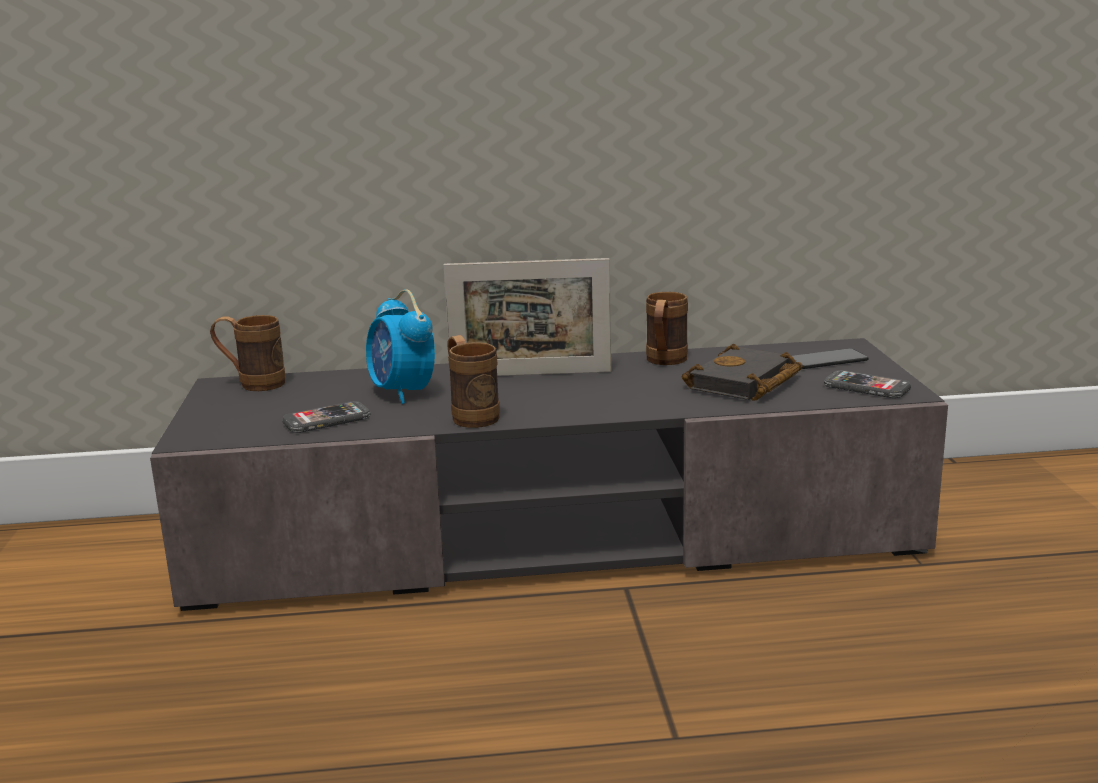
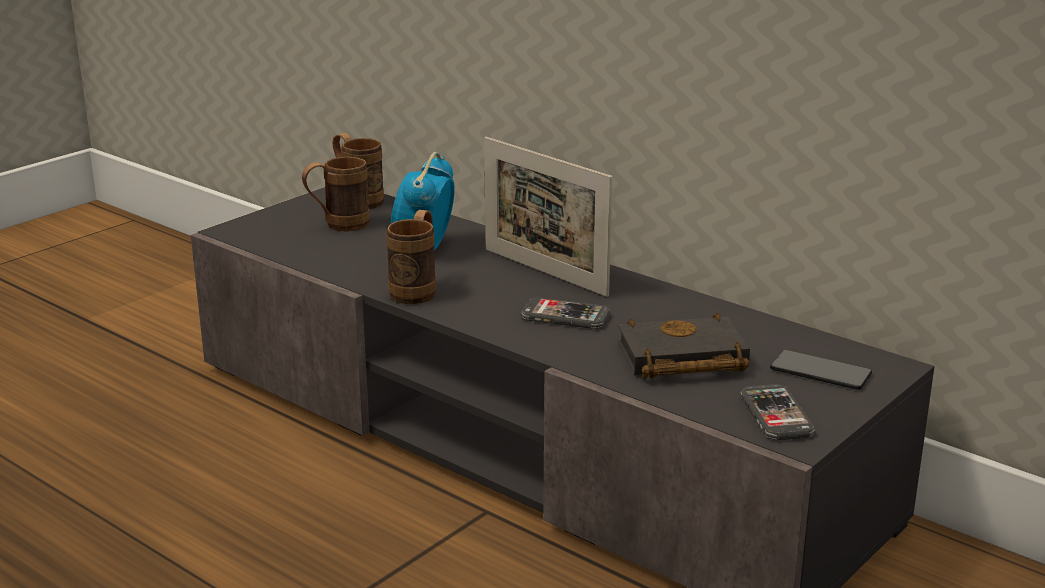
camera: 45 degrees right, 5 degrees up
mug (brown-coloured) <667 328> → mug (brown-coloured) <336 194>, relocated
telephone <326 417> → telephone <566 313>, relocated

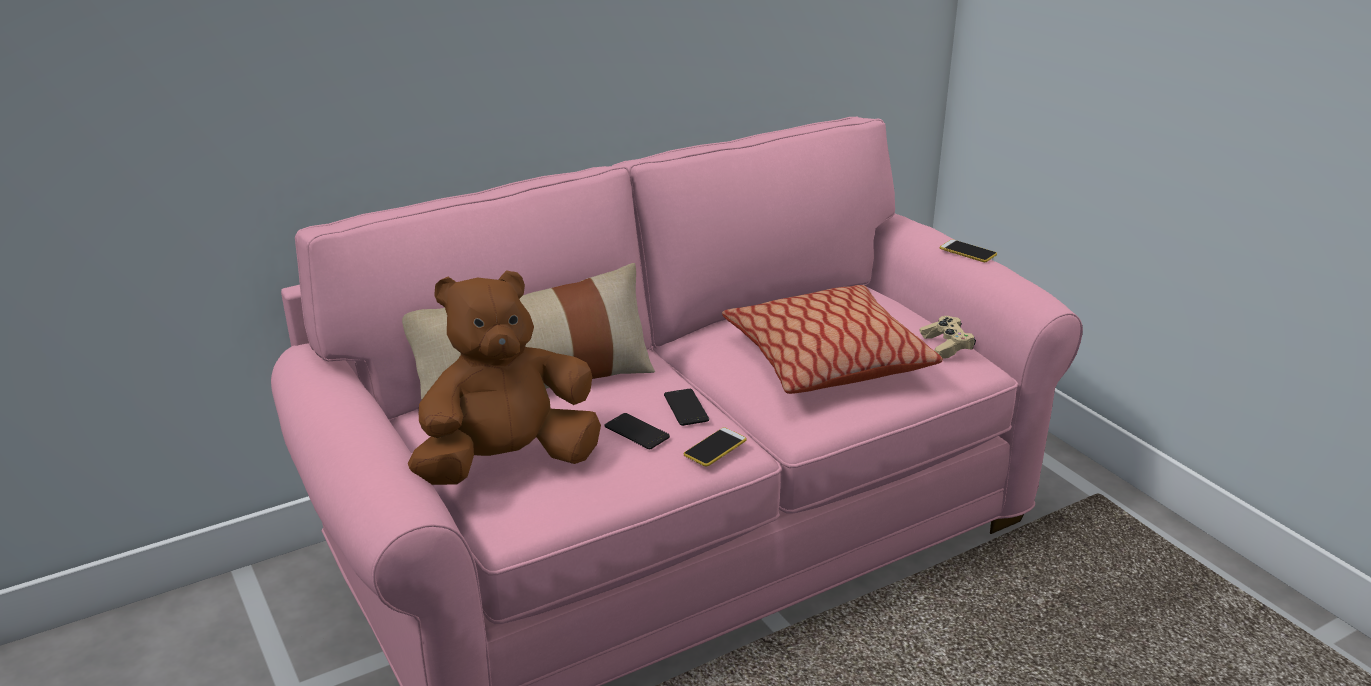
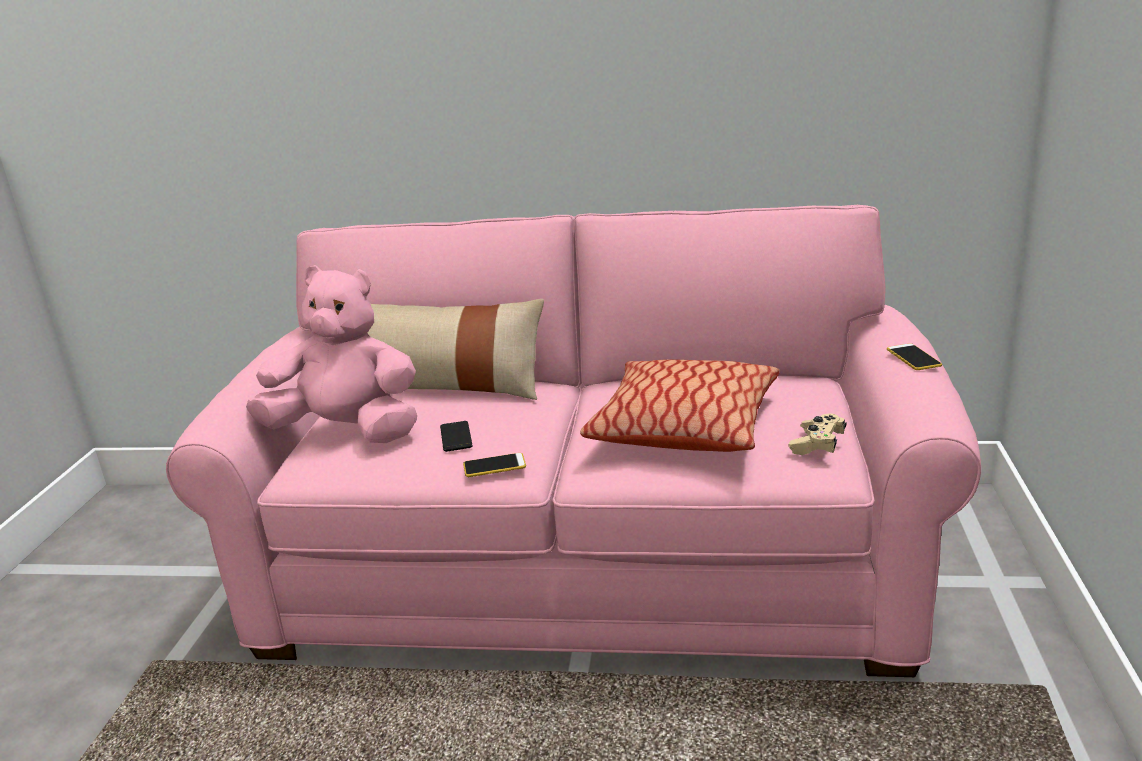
camera: 40 degrees right, 5 degrees down
soft toy (brown-coloured) <504 377> → soft toy (pink) <331 354>
telephone <686 407> → -

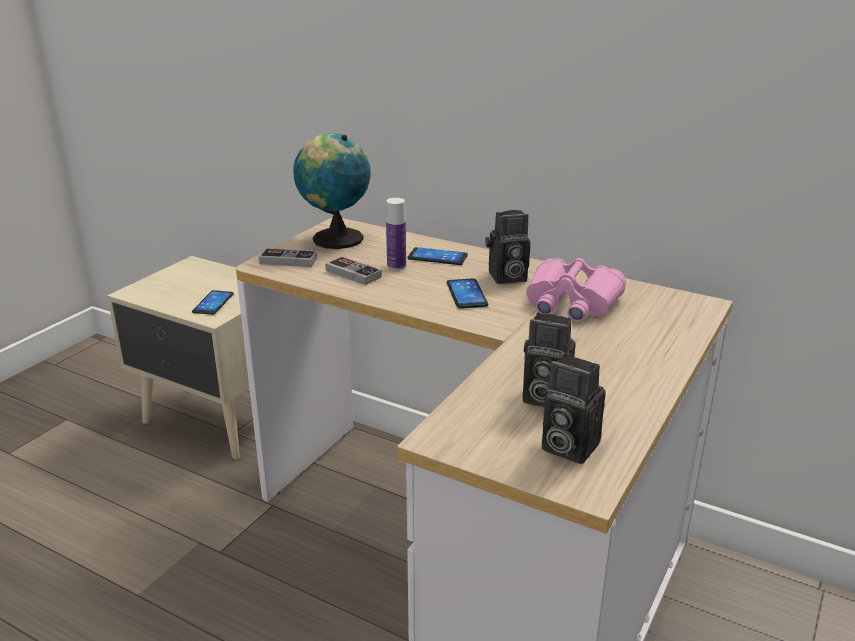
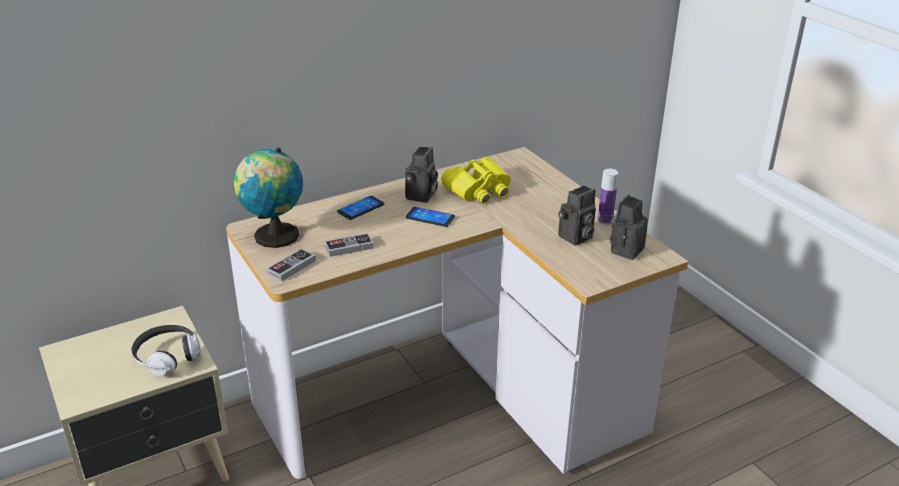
camera: 60 degrees left, 5 degrees up
drink bottle <396 234> → drink bottle <608 197>, relocated
binoculars (pink) <576 290> → binoculars (yellow-coloured) <476 180>
telephone <213 302> → headphones <166 351>
still camera <574 409> → still camera <628 227>, 150 degrees clockwise

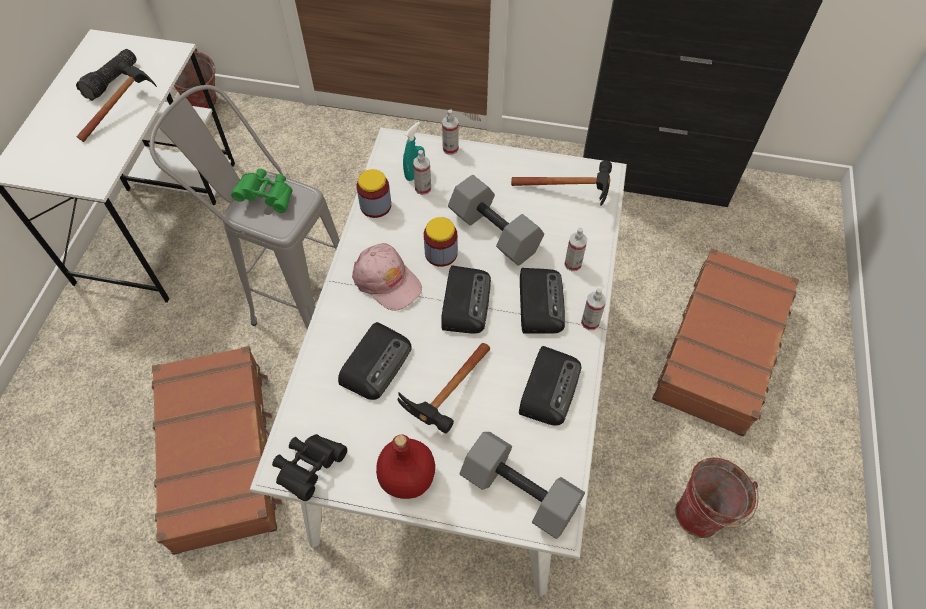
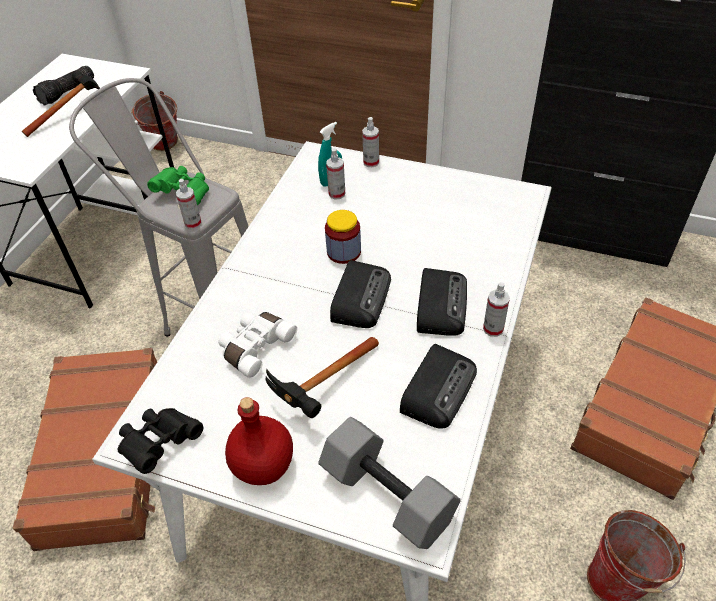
camera: 10 degrees right, 10 degrees down
tool hammer <561 183> → -
jar <374 193> → -
free weight (greyish) <496 220> → -
hand sprayer <576 249> → hand sprayer <189 204>, relocated
peaked cap (pink) <387 277> → -
radio receiver <375 361> → binoculars (white-coloured) <257 345>

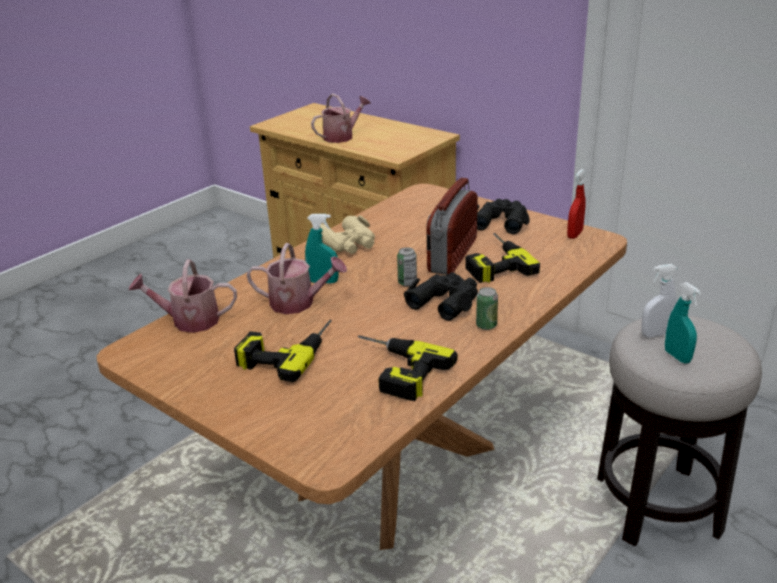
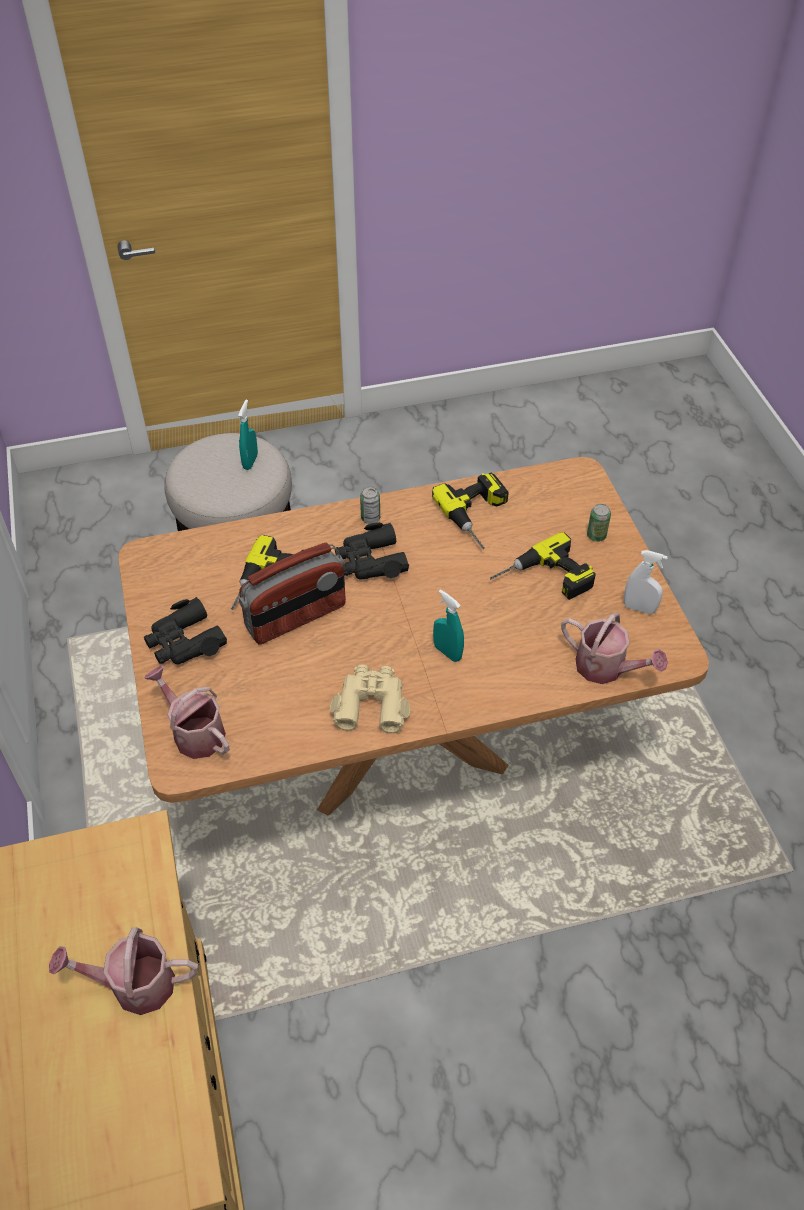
camera: 145 degrees left, 20 degrees up
hand sprayer (reddish) <576 204> → -
watering can <296 278> → watering can <187 712>, relocated
sealed can <407 267> → sealed can <599 523>, relocated
hand sprayer (white-coloured) <659 301> → hand sprayer (white-coloured) <646 582>, relocated

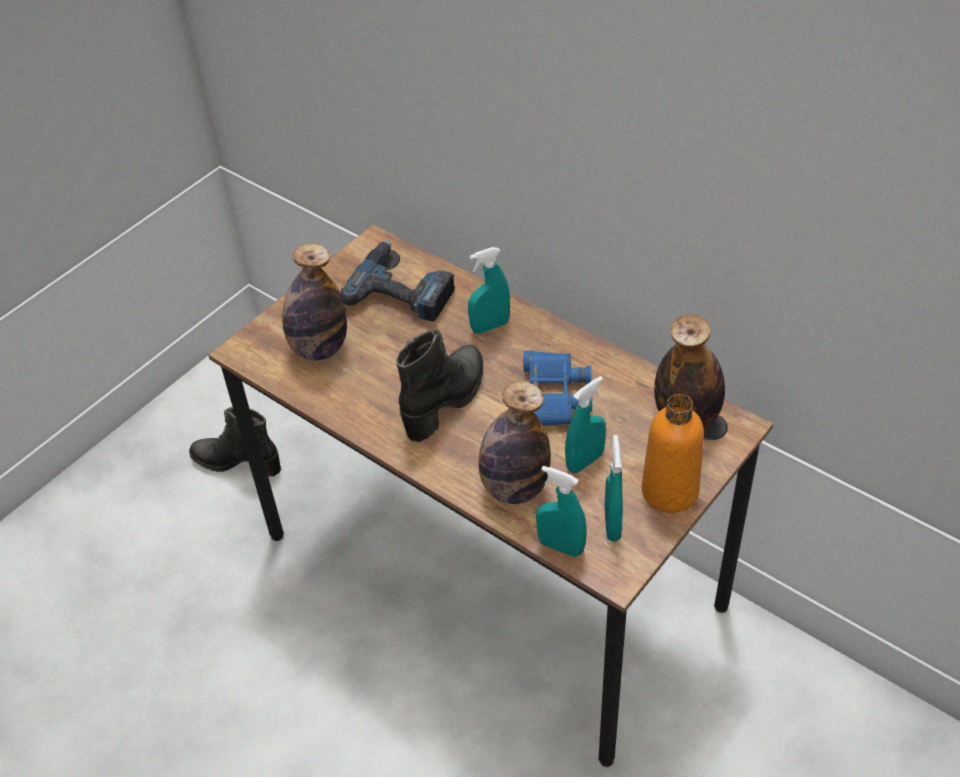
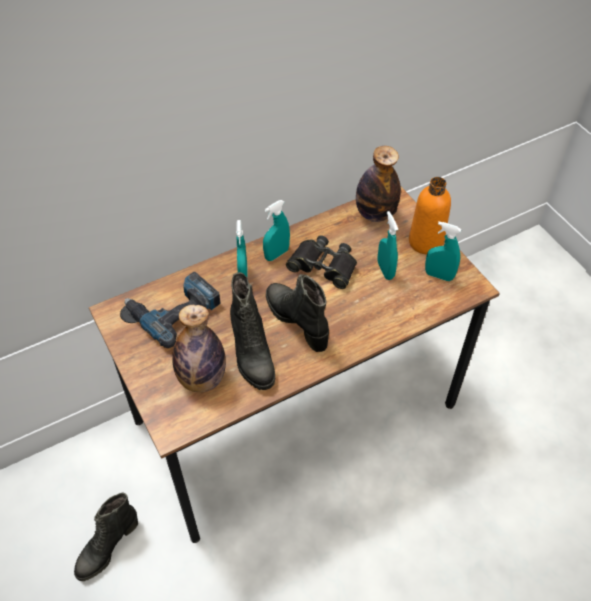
camera: 70 degrees left, 5 degrees up
binoculars (blue-coloured) <557 388> → binoculars (black) <321 262>
drink bottle <514 442> → -
hand sprayer (blue-green) <561 511> → hand sprayer (blue-green) <276 230>, relocated
- → high-top boot (black) <252 331>

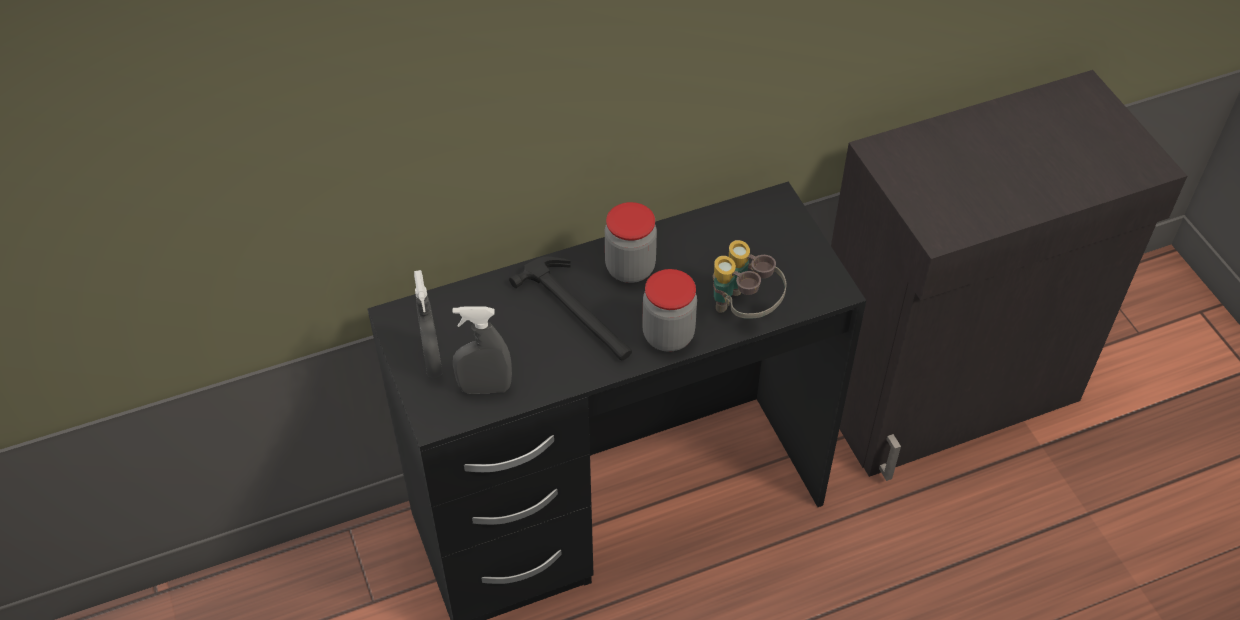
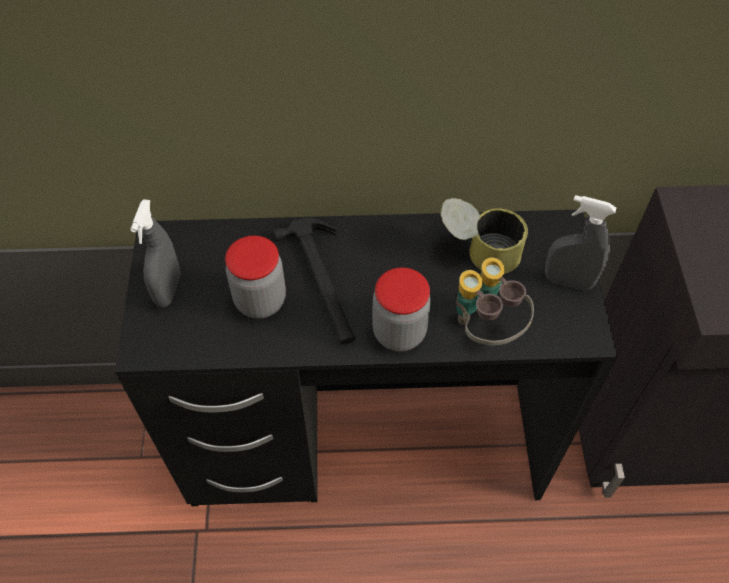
camera: 20 degrees right, 5 degrees up
jar <631 242> → jar <255 277>, relocated
hand sprayer (greyish) <482 350> → hand sprayer (greyish) <580 243>, relocated
- → sealed can <484 236>

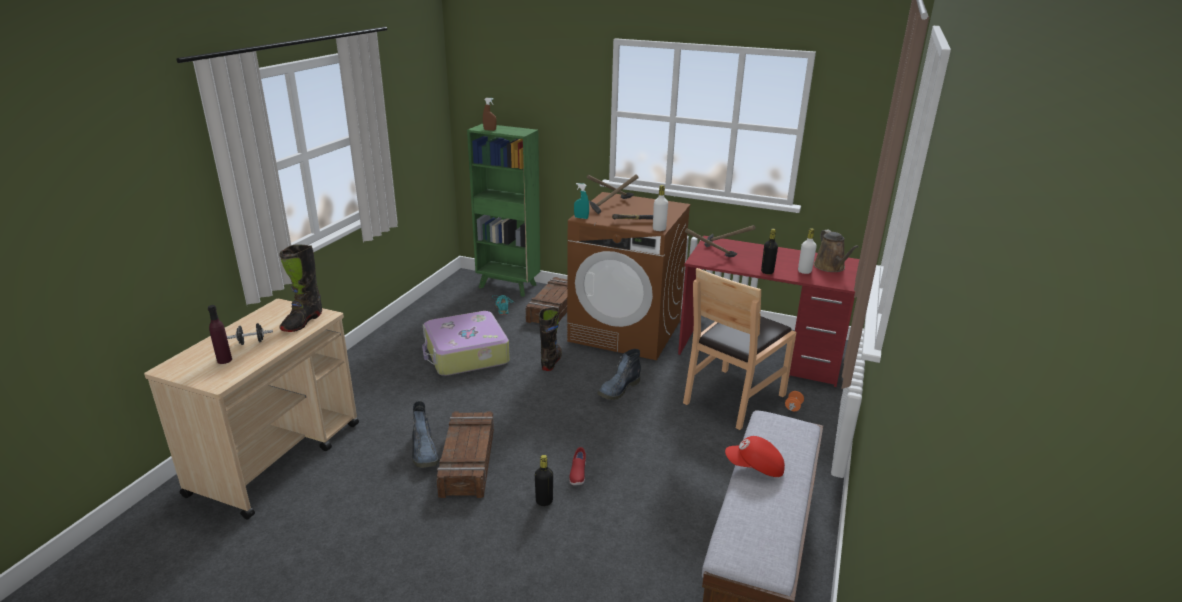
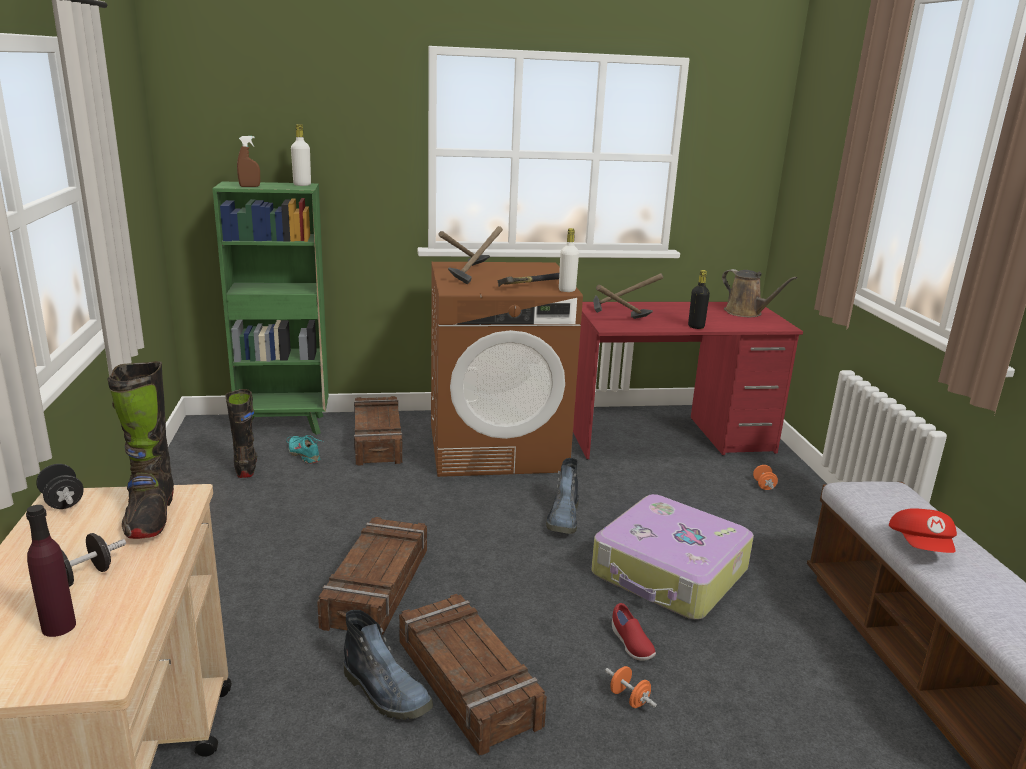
camera: 30 degrees left, 5 degrees down
hand sprayer (blue-green) <581 201> → -
drink bottle (white-coloured) <807 251> → drink bottle (white-coloured) <301 155>, relocated
chair (brown-coloured) <739 349> → -
high-top boot (black) <550 339> → high-top boot (black) <241 433>, relocated
travel case <466 343> → travel case <673 557>, relocated
peaked cap (reddish) <755 456> → peaked cap (reddish) <923 530>, 60 degrees counterclockwise
drink bottle (black) <544 480> → free weight (orange) <631 687>
- → free weight (black) <60 486>
- → crate <372 576>

